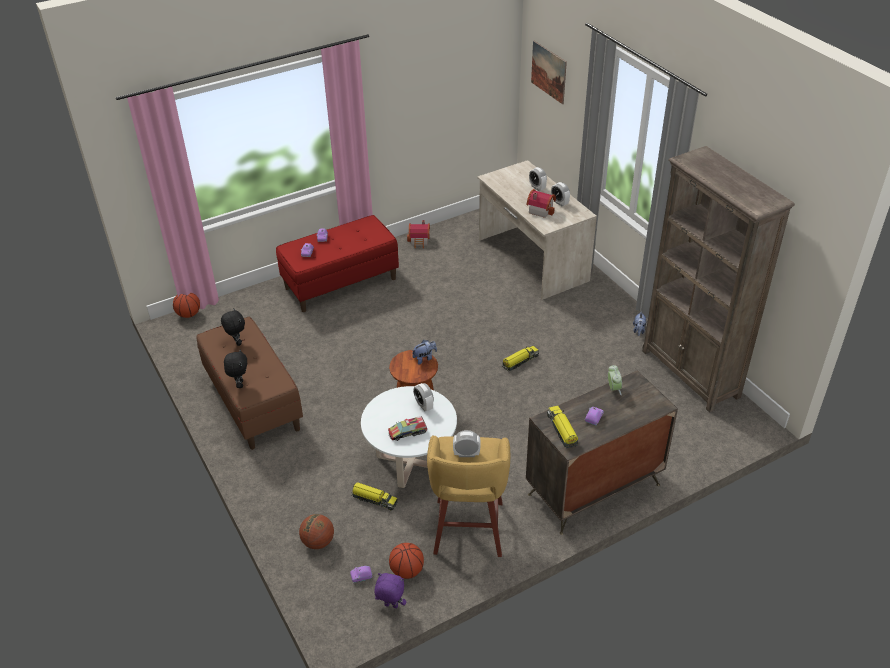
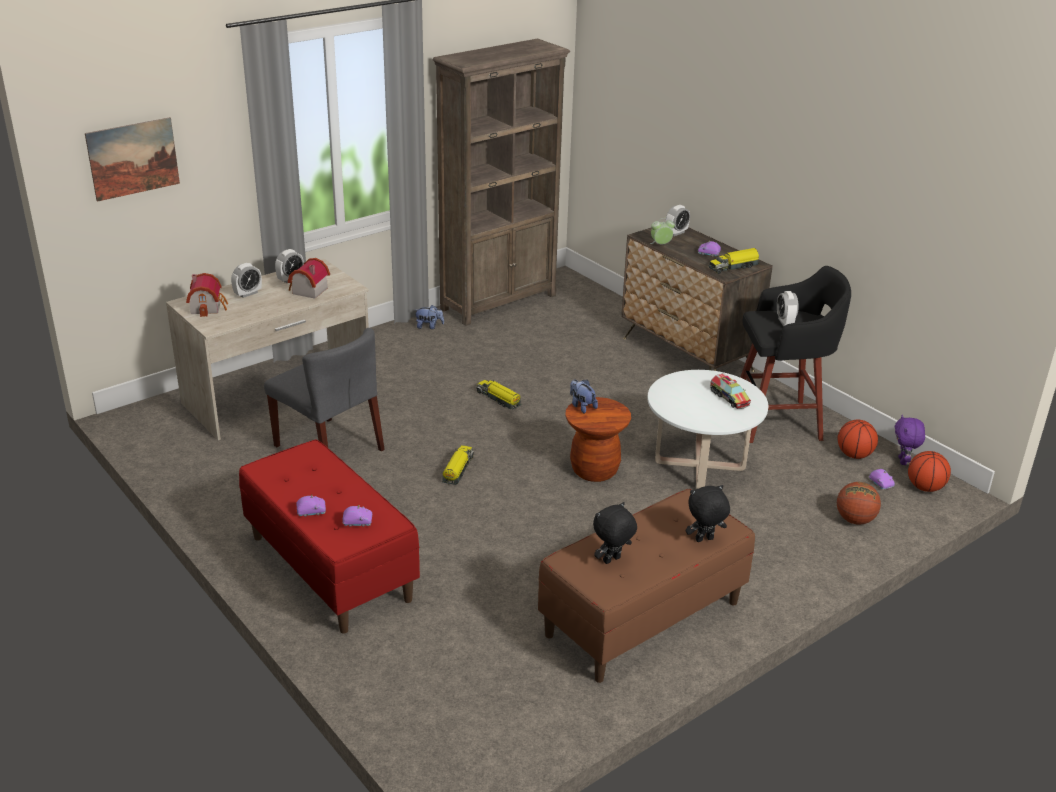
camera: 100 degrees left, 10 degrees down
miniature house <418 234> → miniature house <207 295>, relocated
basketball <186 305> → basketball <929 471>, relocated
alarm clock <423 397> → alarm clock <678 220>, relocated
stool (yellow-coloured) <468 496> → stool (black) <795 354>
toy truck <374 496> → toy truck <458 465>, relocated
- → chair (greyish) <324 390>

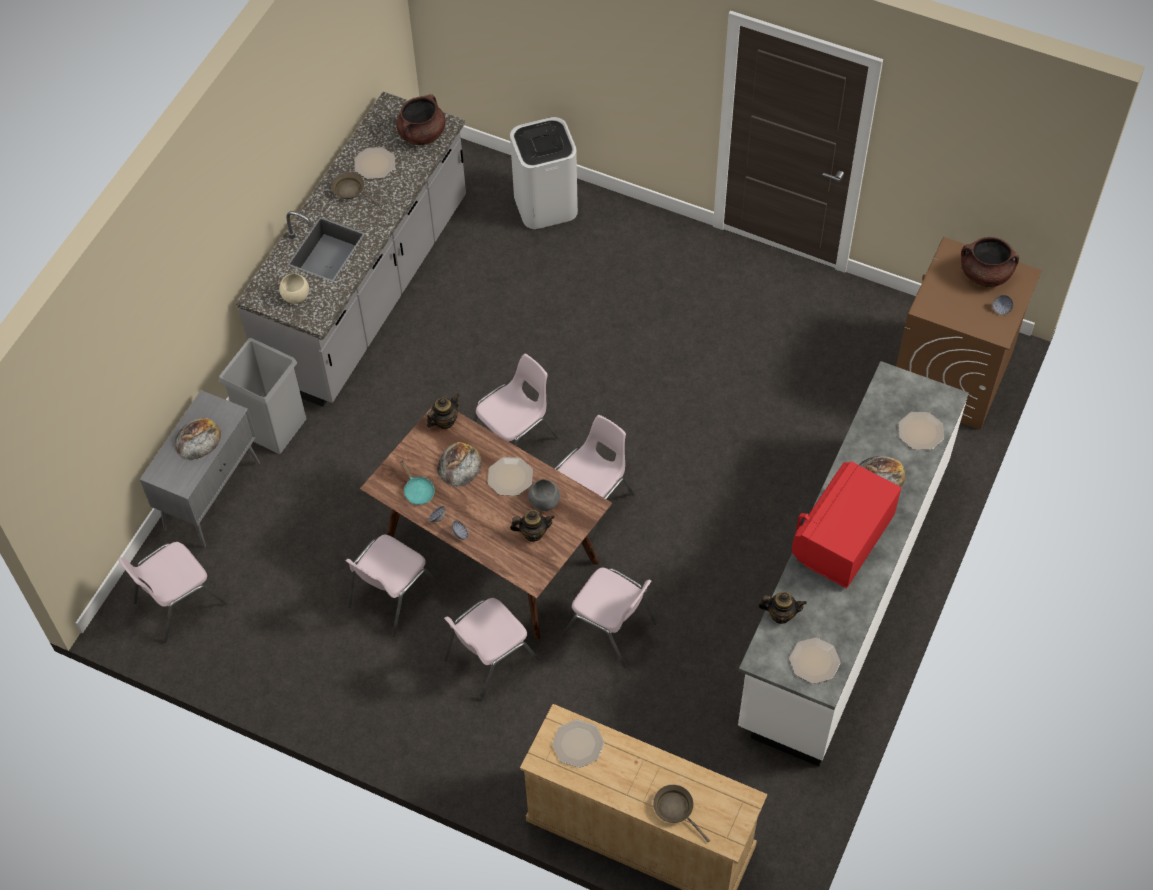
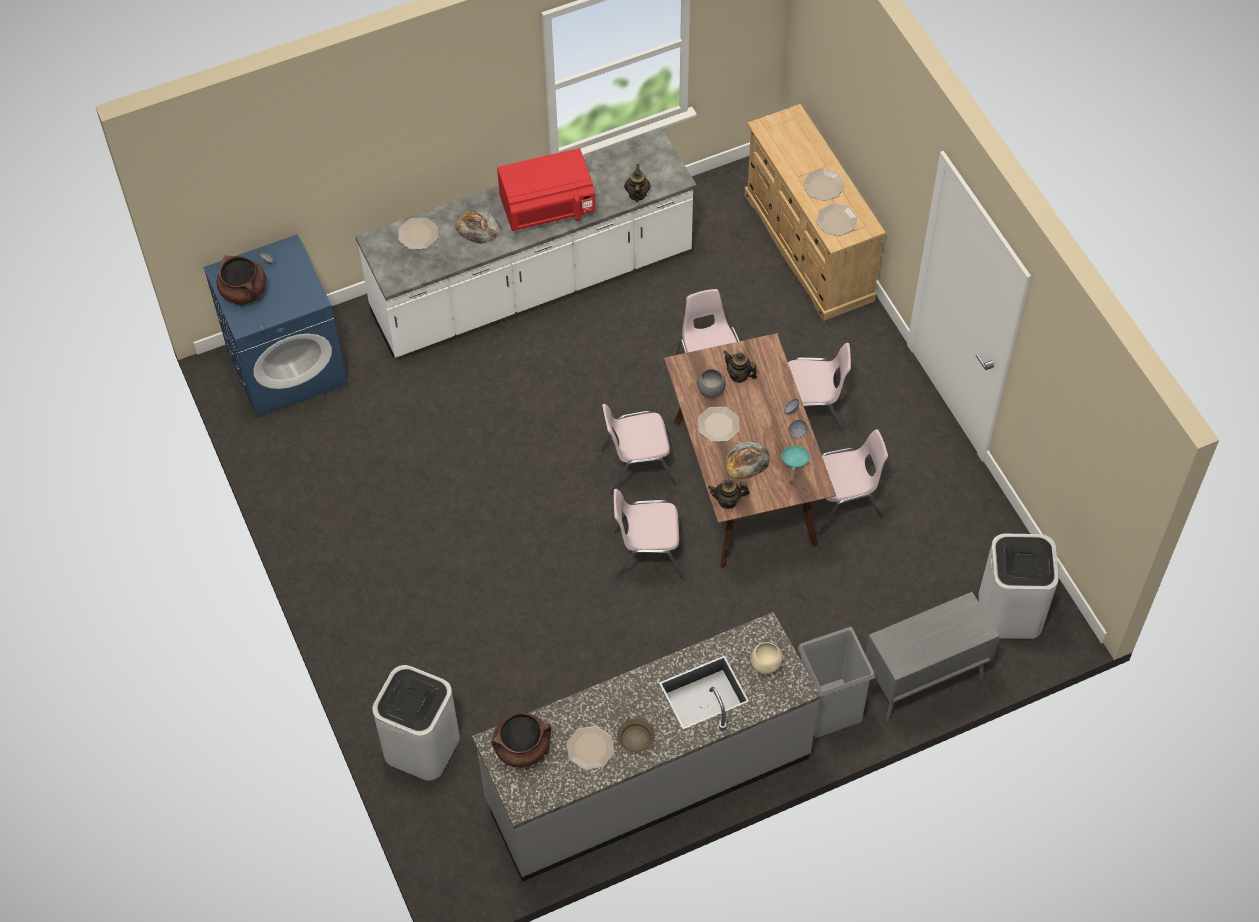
camera: 140 degrees left, 0 degrees up
laundry machine (brown-coloured) <969 333> → laundry machine (blue-coloured) <275 326>
bakery bread <197 439> → -
chair (pink) <172 592> → rubbish bin (white-coloured) <1018 586>
tea pot <782 608> → tea pot <637 183>, 45 degrees clockwise
flat dish <814 661> → flat dish <823 185>, relocated
pan (brown-coloured) <681 813> → -

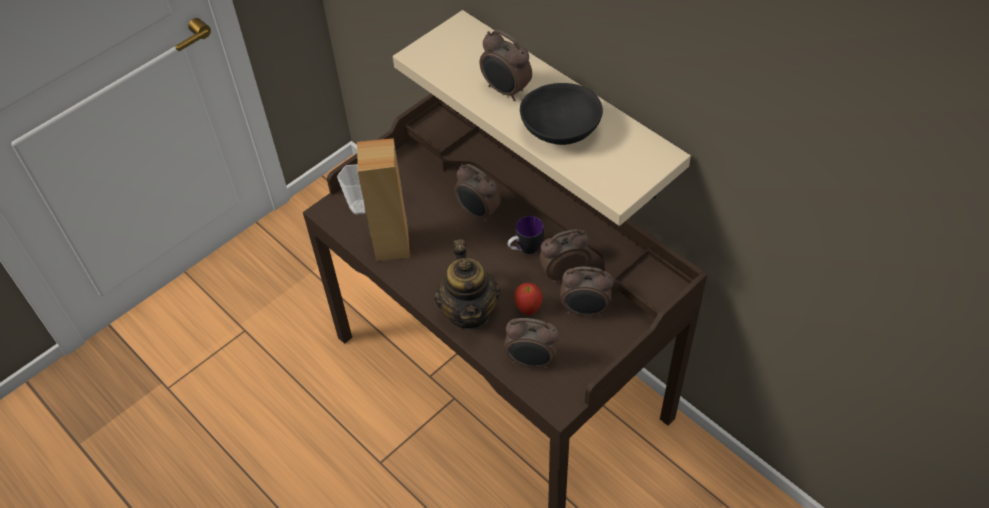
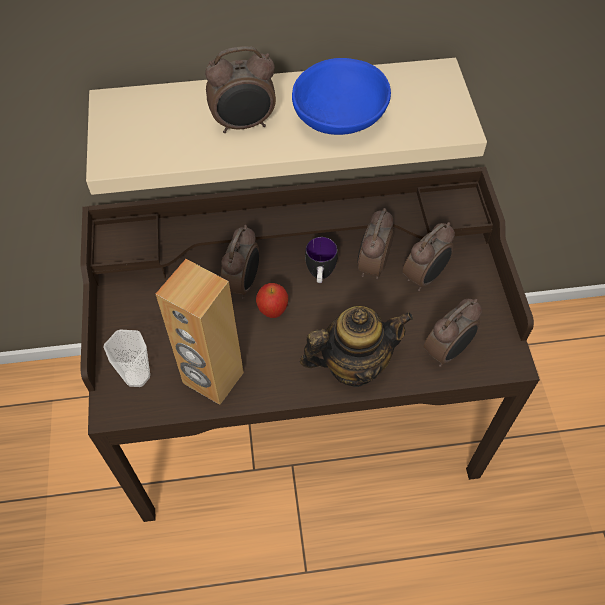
camera: 55 degrees left, 5 degrees up
bowl (black) <561 114> → bowl (blue-coloured) <341 96>
alarm clock <477 193> → alarm clock <239 262>, 60 degrees counterclockwise
tea pot <467 284> → tea pot <356 346>, 45 degrees counterclockwise
apple fruit <528 299> → apple fruit <272 300>, relocated

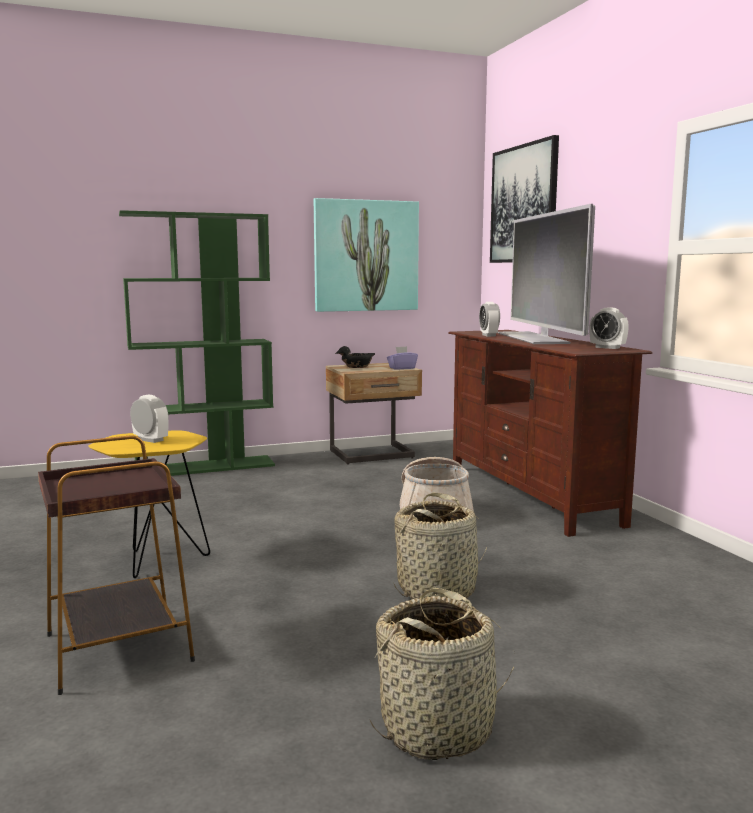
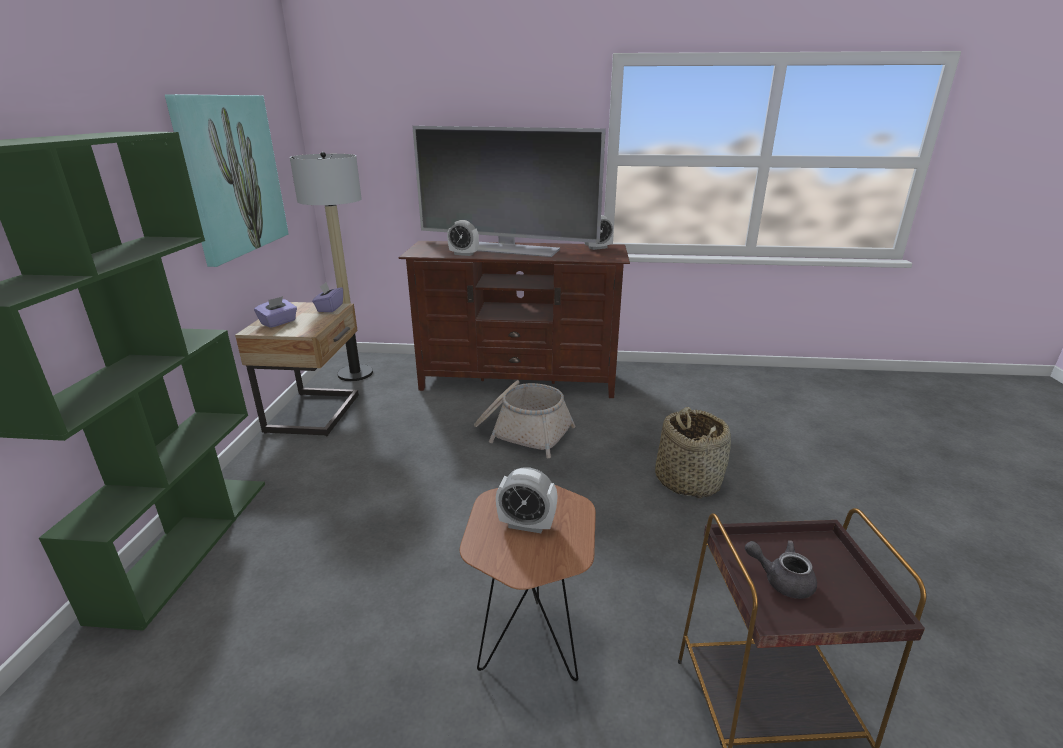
camera: 65 degrees left, 15 degrees up
wall art <524 199> → -
bowl (black) <355 357> → box of tissues (purplish) <275 312>
alarm clock <149 419> → alarm clock <526 500>, 135 degrees counterclockwise
side table (yellow-coloured) <149 504> → side table (brown-coloured) <528 583>
storage basket <442 674> → -
- → standing lamp <331 266>
- → tea pot (greyish) <781 569>

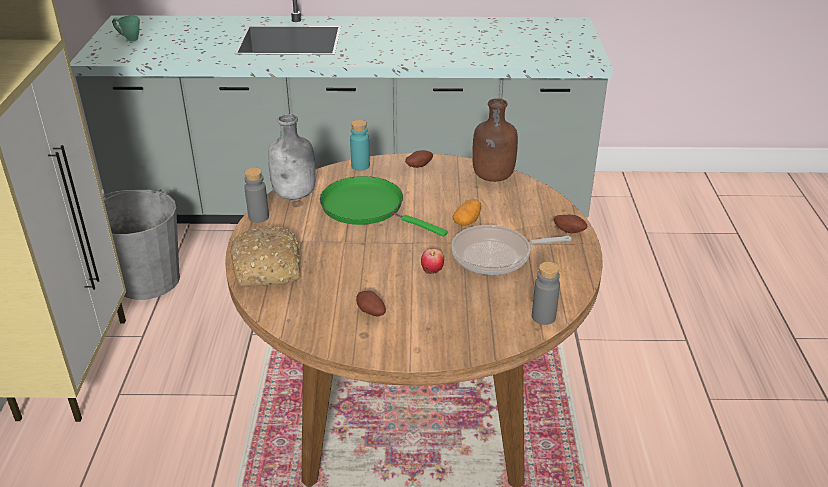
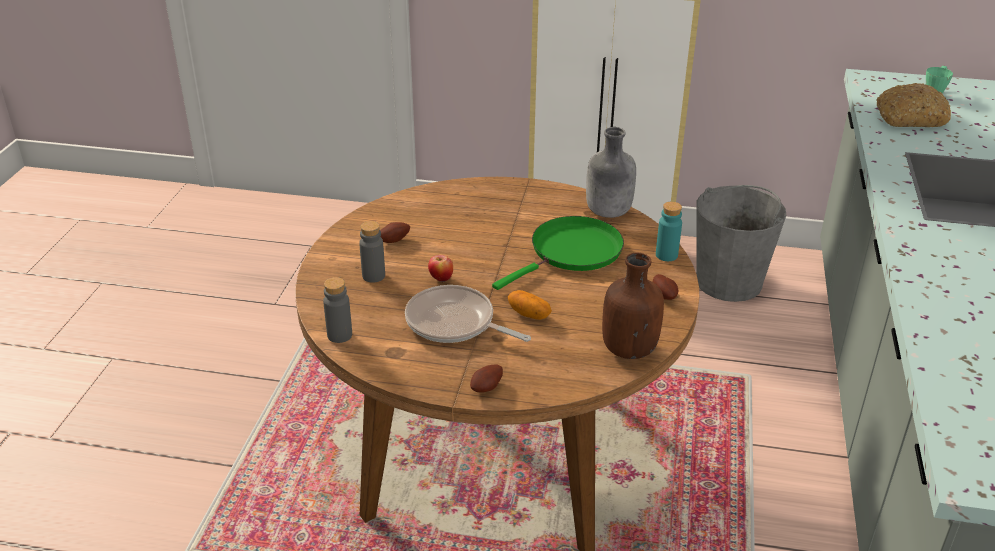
camera: 100 degrees right, 0 degrees up
drink bottle (greyish) <256 195> → drink bottle (greyish) <372 252>, relocated
pan <511 250> → pan <468 314>, 60 degrees counterclockwise
bakery bread <265 256> → bakery bread <913 105>, relocated

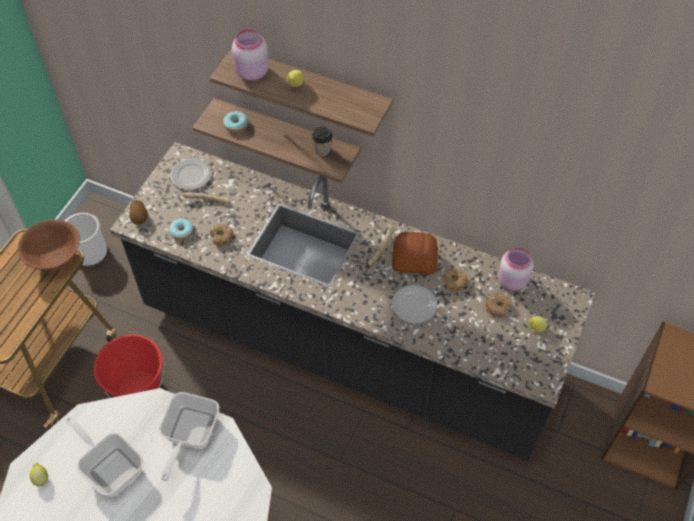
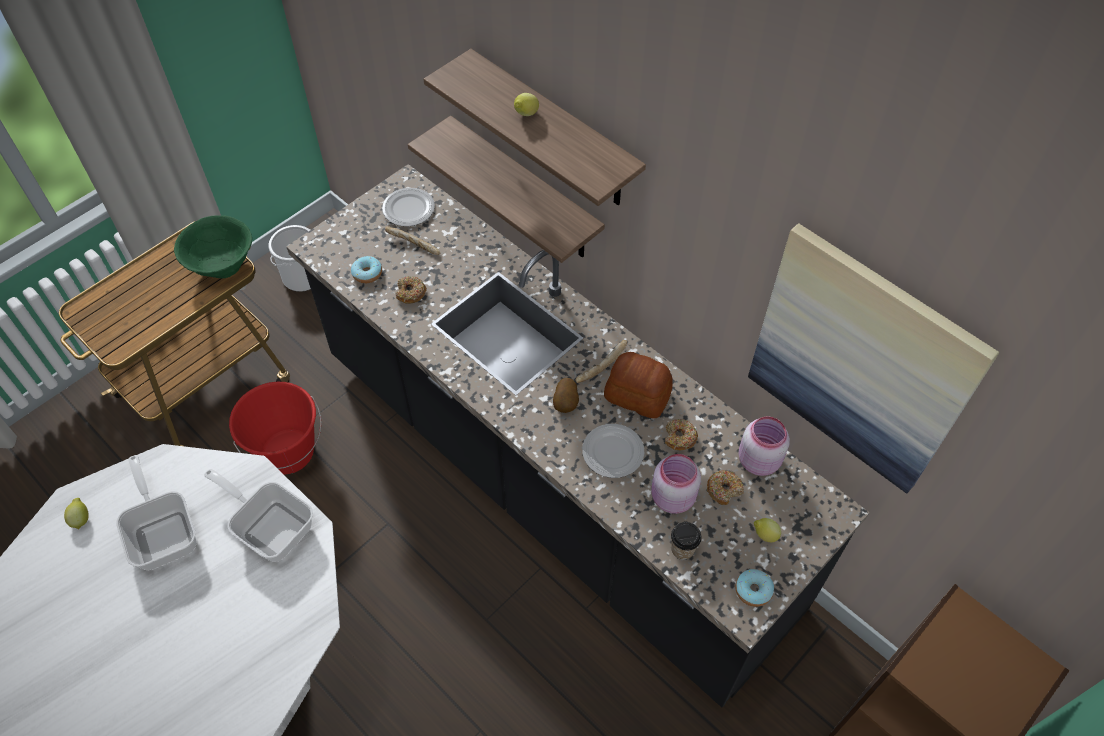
camera: 20 degrees right, 0 degrees up
jar (pink) <250 55> → jar (pink) <676 484>, relocated
ring doughnut <235 122> → ring doughnut <754 588>, relocated
small cup <322 141> → small cup <686 541>, relocated
whole potato <138 212> → whole potato <566 395>, relocated
bowl (brown-coloured) <49 245> → bowl (green-coloured) <213 247>
pan <189 436> → pan <258 515>, 90 degrees clockwise
- → wall art <873 358>

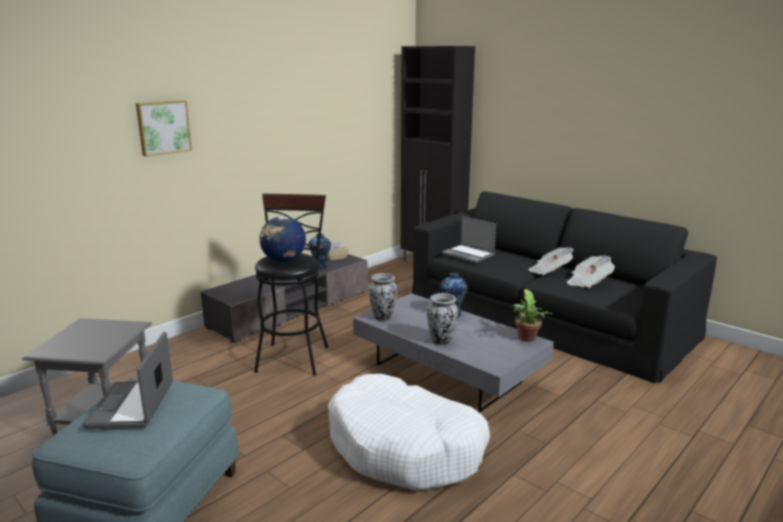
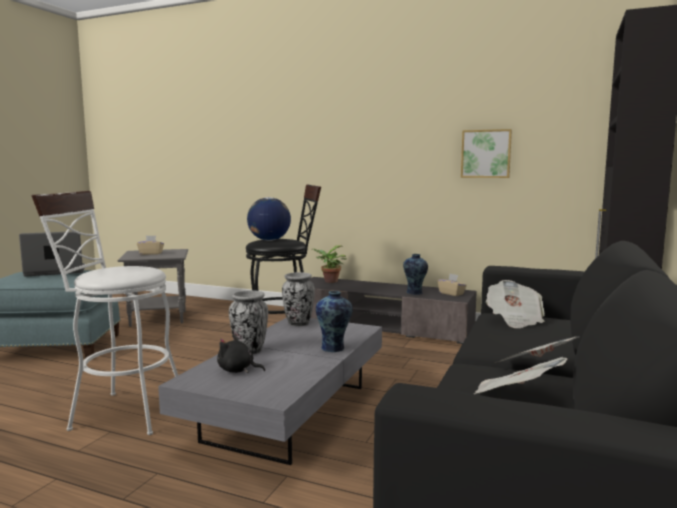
camera: 70 degrees right, 10 degrees down
wall art <164 128> → wall art <486 153>, relocated
portable computer <469 239> → daily paper <515 304>
potted plant <532 315> → potted plant <330 264>, relocated
dog bed (white-coloured) <409 432> → stool (white-coloured) <104 313>
- → box of tissues (sand-coloured) <150 245>
- → soft toy (black) <241 354>

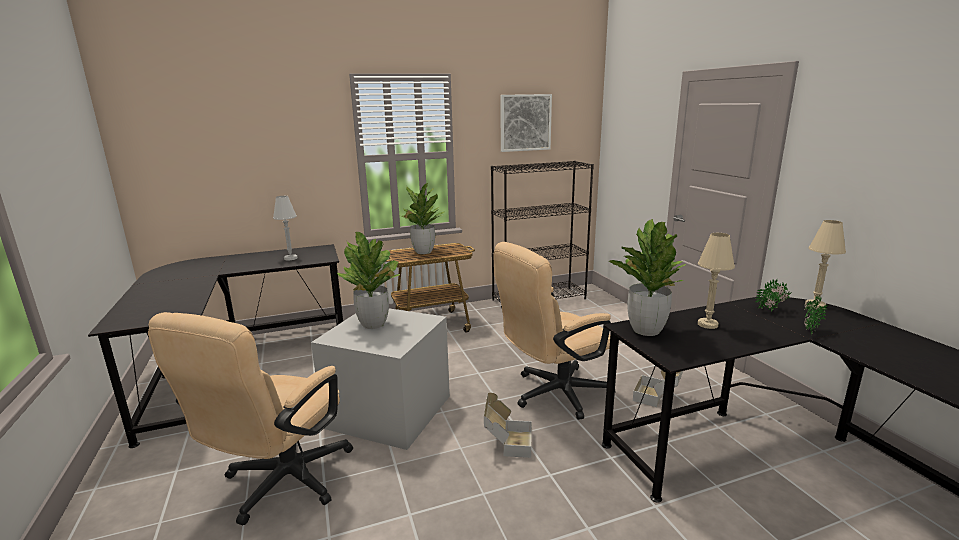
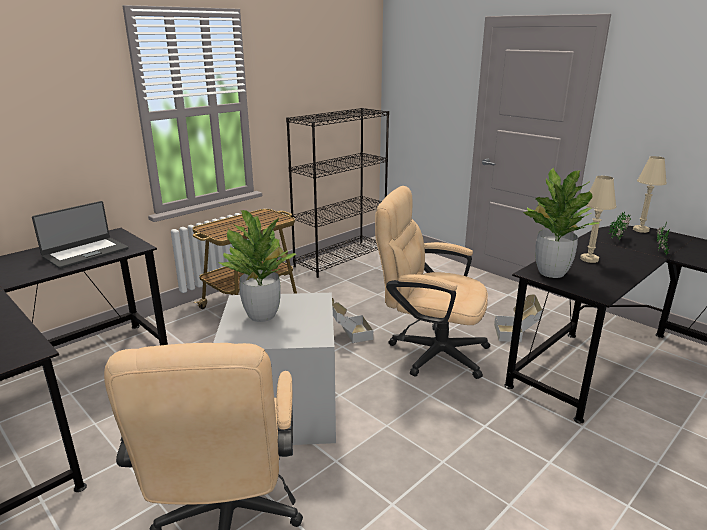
camera: 25 degrees left, 5 degrees up
wall art <526 123> → -
potted plant <421 218> → -
lamp for a table (white-coloured) <285 228> → portable computer <80 235>
computer chair (sand-coloured) <552 331> → computer chair (sand-coloured) <432 282>, 75 degrees clockwise
packing box <508 425> → packing box <352 320>, relocated

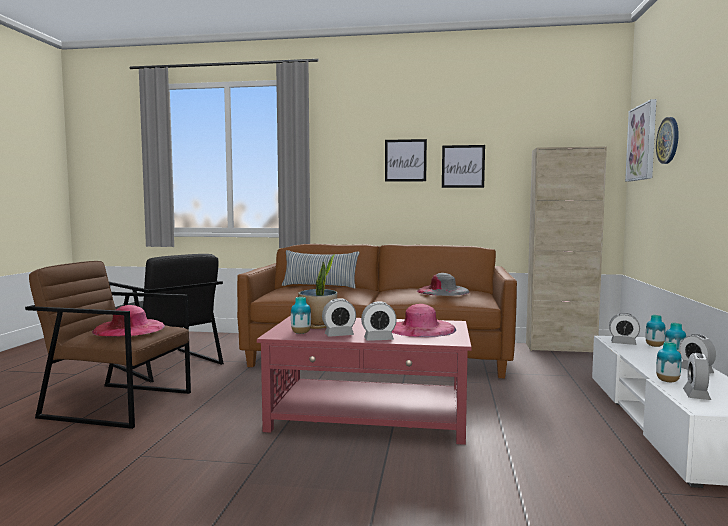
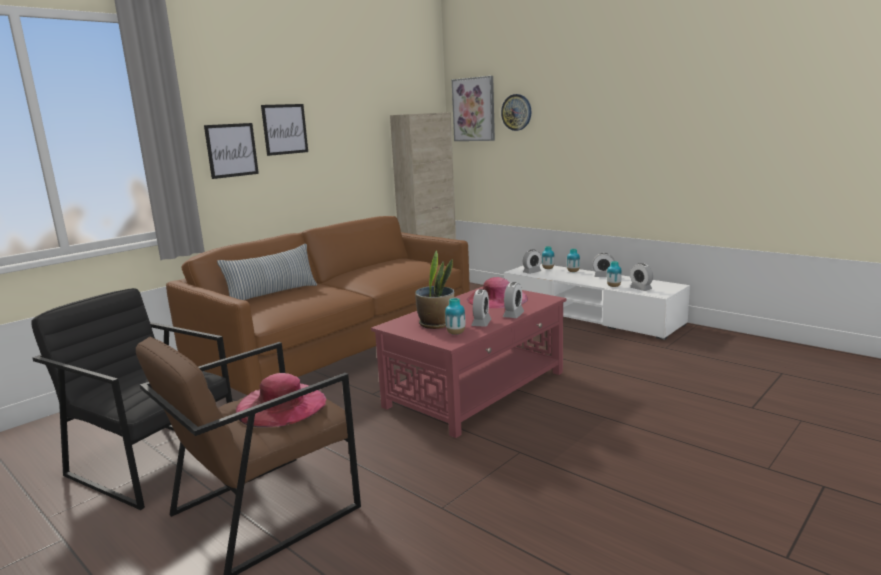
camera: 55 degrees left, 10 degrees up
wall art <463 166> → wall art <231 151>, relocated
easy chair (black) <166 318> → easy chair (black) <132 399>, 135 degrees counterclockwise
hat (greyish) <443 284> → -

